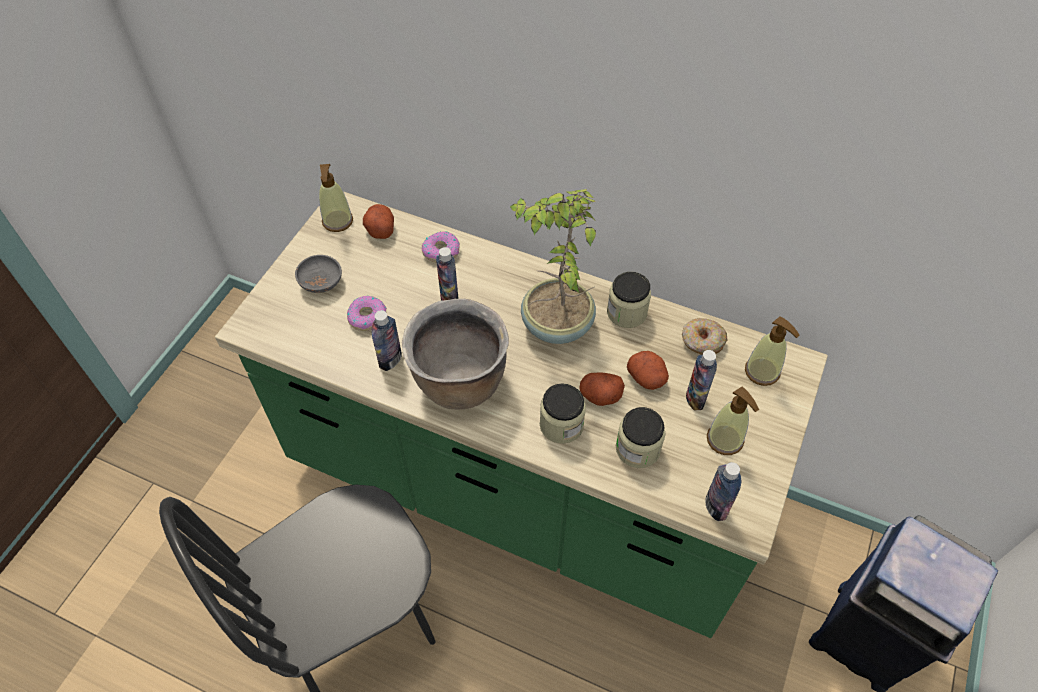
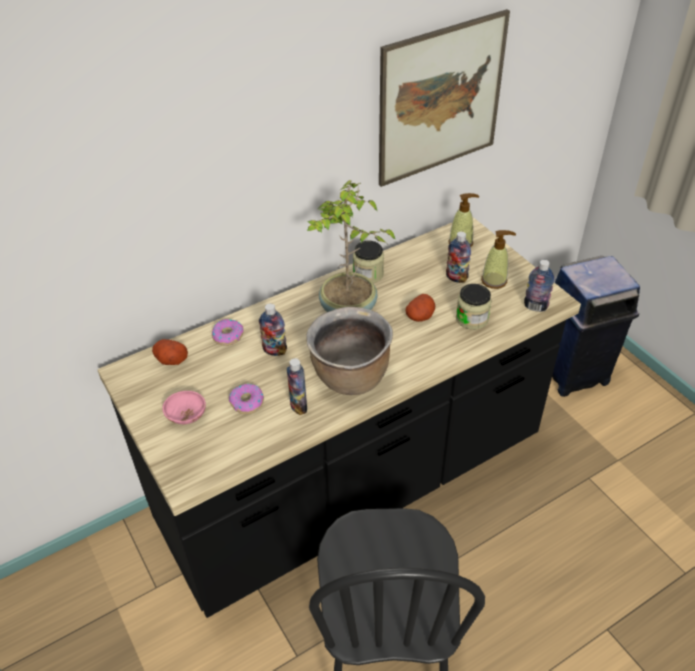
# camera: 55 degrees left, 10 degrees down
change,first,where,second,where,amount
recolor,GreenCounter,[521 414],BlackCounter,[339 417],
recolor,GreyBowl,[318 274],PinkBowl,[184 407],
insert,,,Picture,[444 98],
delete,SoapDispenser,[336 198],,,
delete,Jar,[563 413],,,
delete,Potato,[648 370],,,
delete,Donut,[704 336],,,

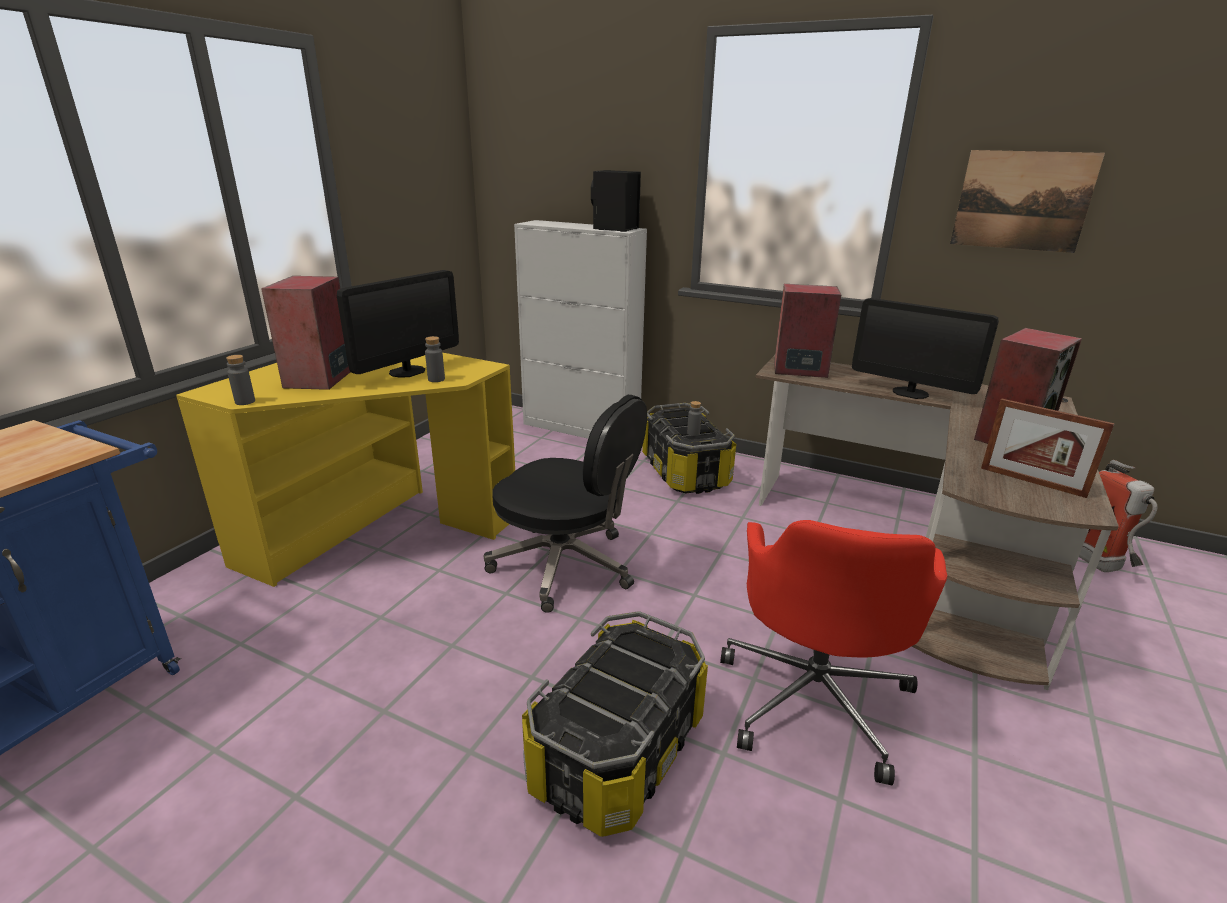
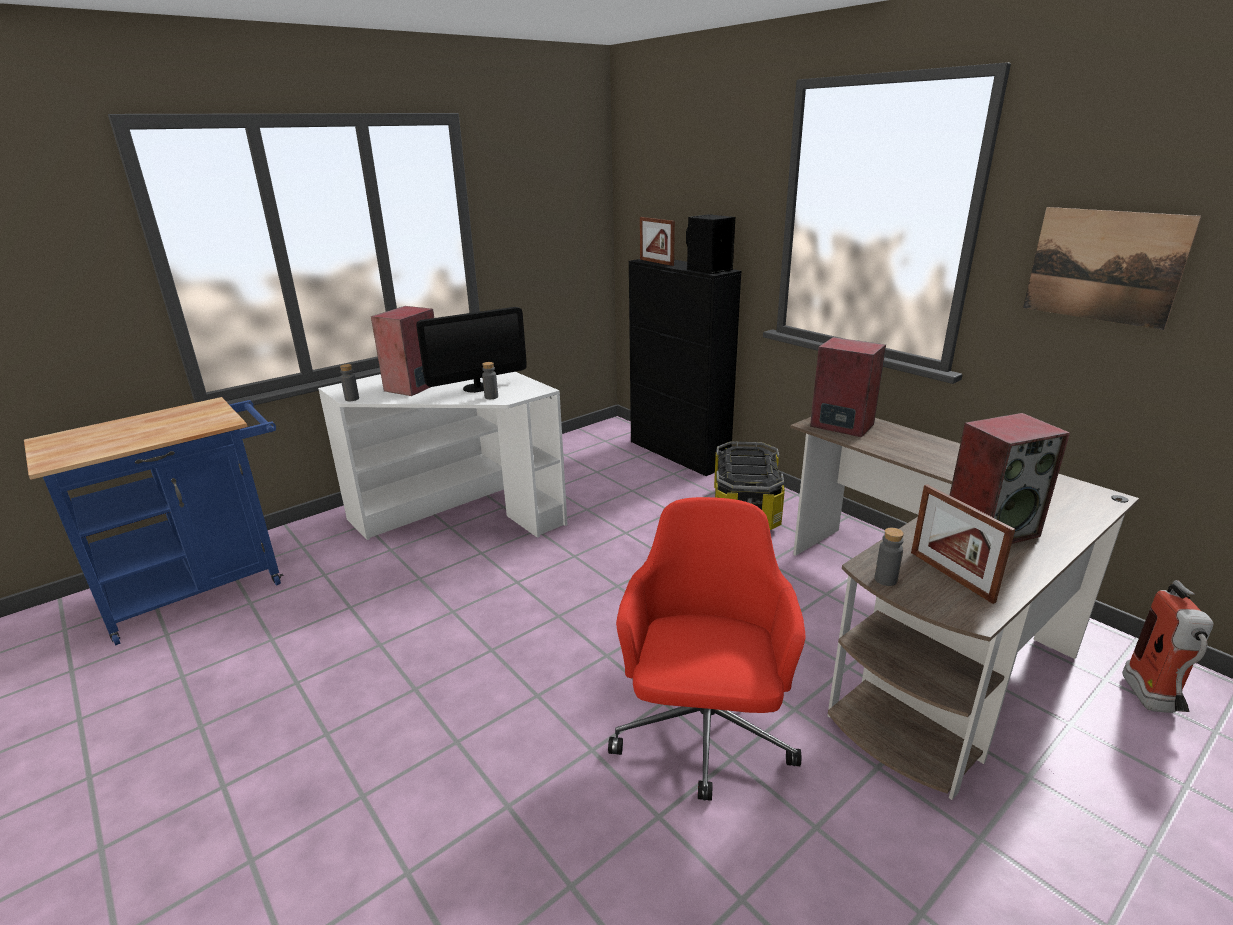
# camera: 25 degrees right, 0 degrees up
change,first,where,second,where,amount
recolor,YellowDesk,[345 470],WhiteDesk,[442 456],
rotate,RedOfficeChair,[833 652],,[707 649],150 degrees clockwise
recolor,WhiteCabinet,[580 329],BlackCabinet,[685 367],
insert,,,PictureFrame,[657 241],
move,GreyBottle,[694 418],,[889 557],
delete,BlackOfficeChair,[565 504],,,
delete,StorageBox,[615 724],,,
delete,Monitor,[925 348],,,

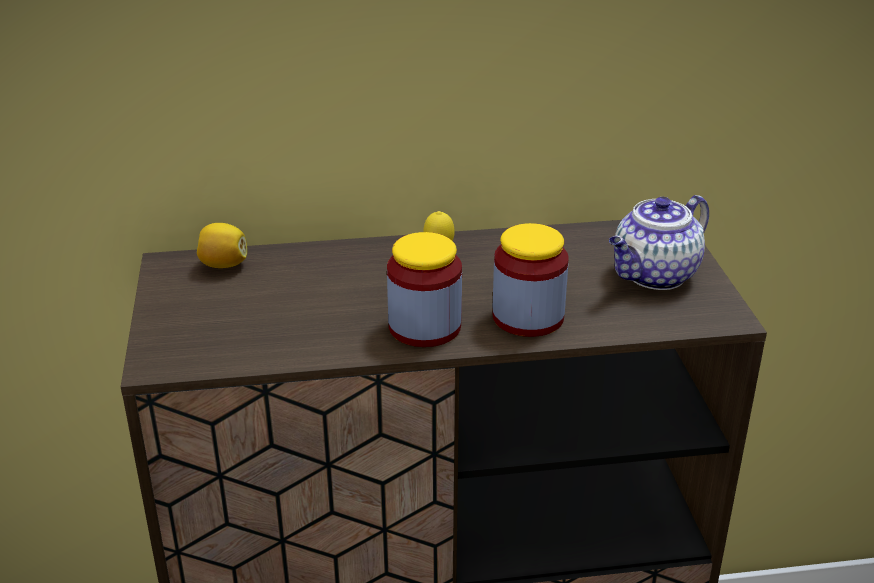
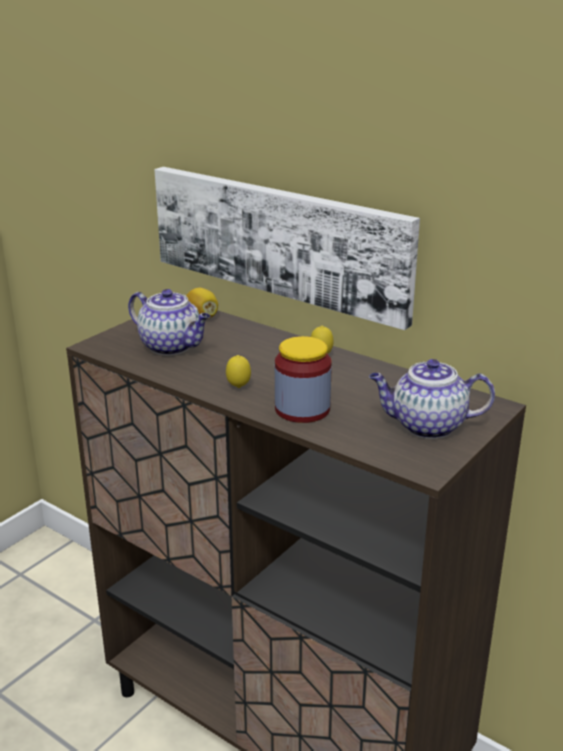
# camera: 45 degrees right, 5 degrees down
change,first,where,second,where,amount
insert,,,Teapot,[169 322],
insert,,,Picture,[287 248],
replace,Jar,[424 289],Lemon,[238 371],

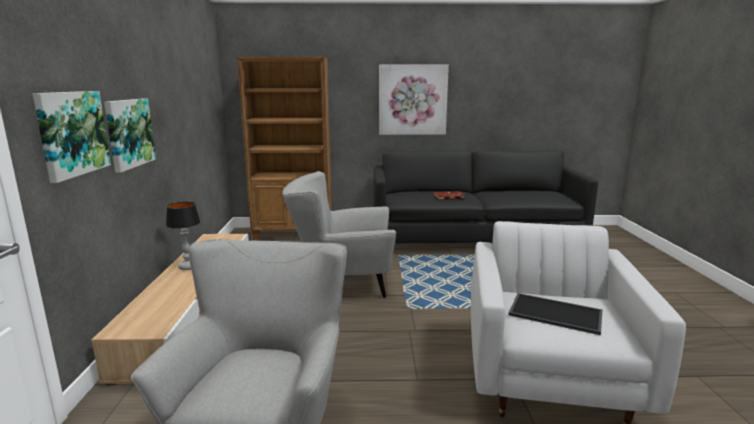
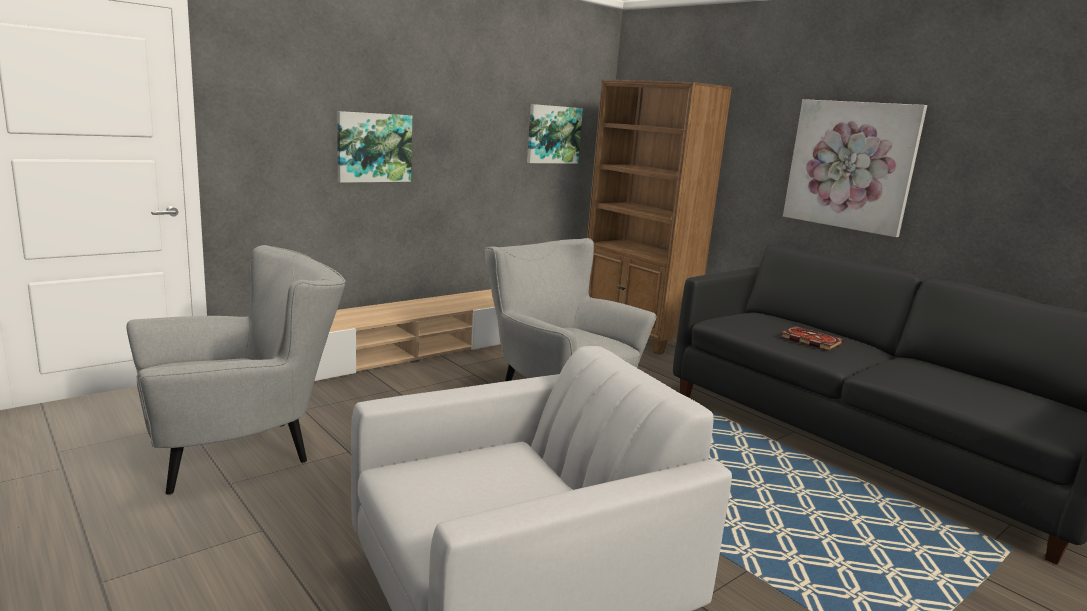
# camera: 50 degrees right, 0 degrees up
change,first,where,second,where,amount
move,Picture,[71 137],,[555 134],
delete,TableLamp,[183 236],,,
delete,Tray,[556 314],,,

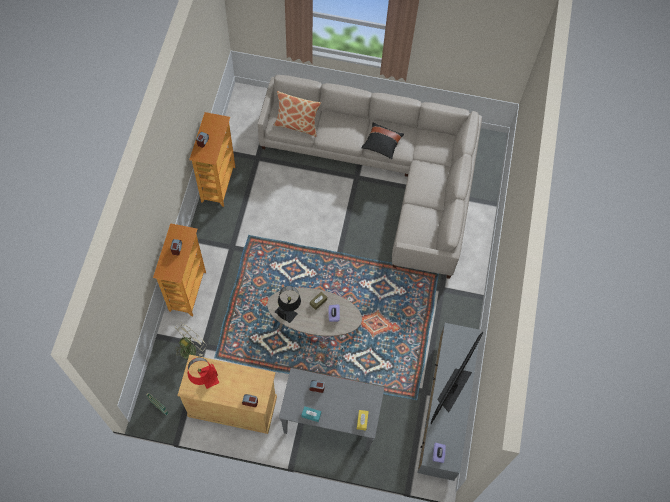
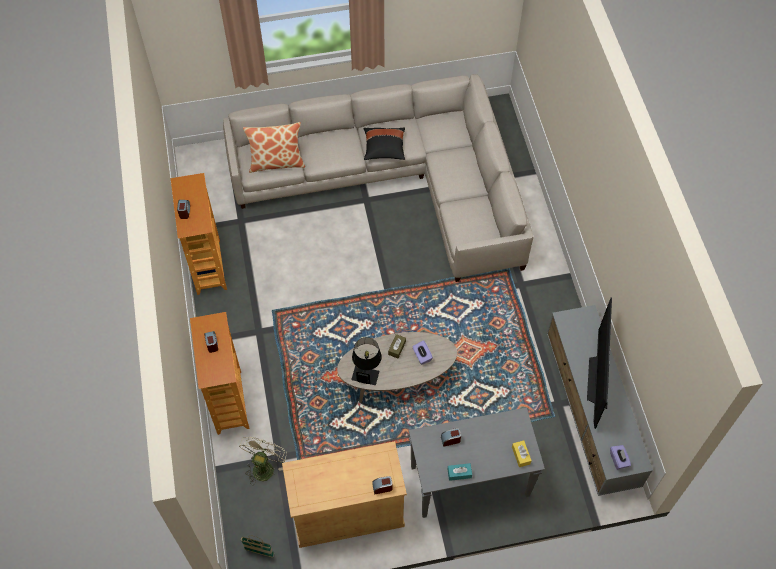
# camera: 20 degrees left, 5 degrees down
change,first,where,second,where,amount
delete,RedTableLamp,[203 373],,,

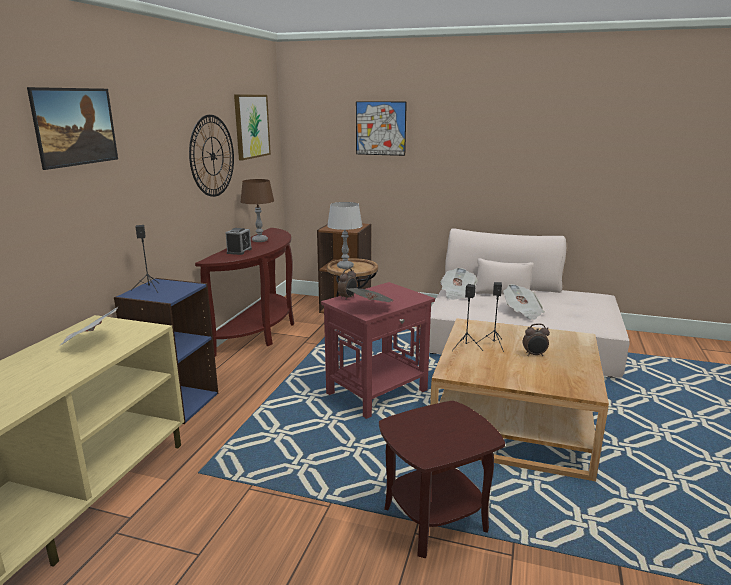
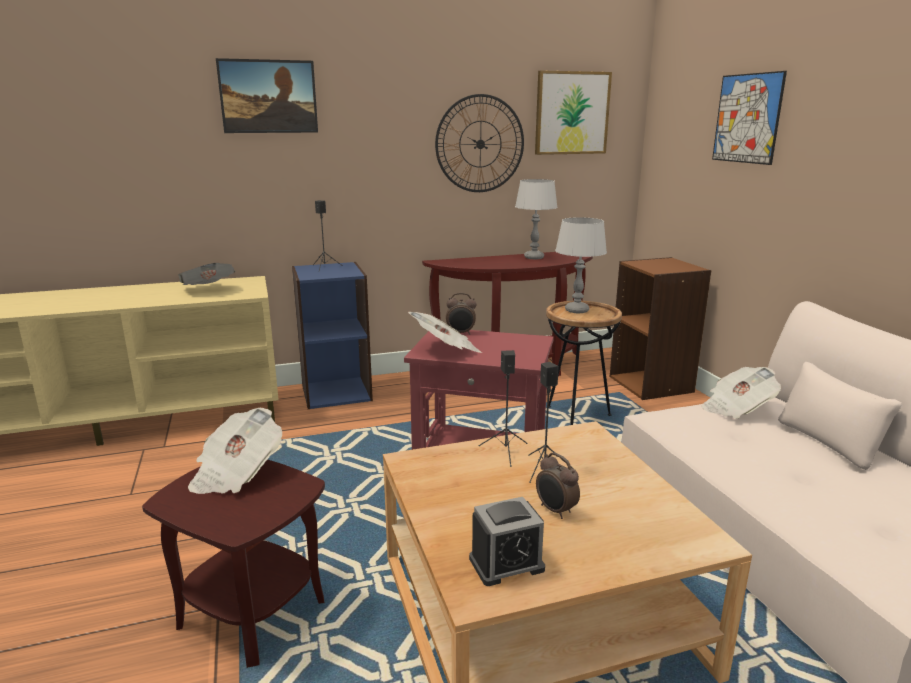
# camera: 55 degrees right, 0 degrees up
change,first,where,second,where,amount
move,Newspaper,[524 302],,[235 451],
move,AlarmClock,[238 241],,[507 541],
recolor,BrownTableLamp,[257 210],GreyTableLamp,[536 219],

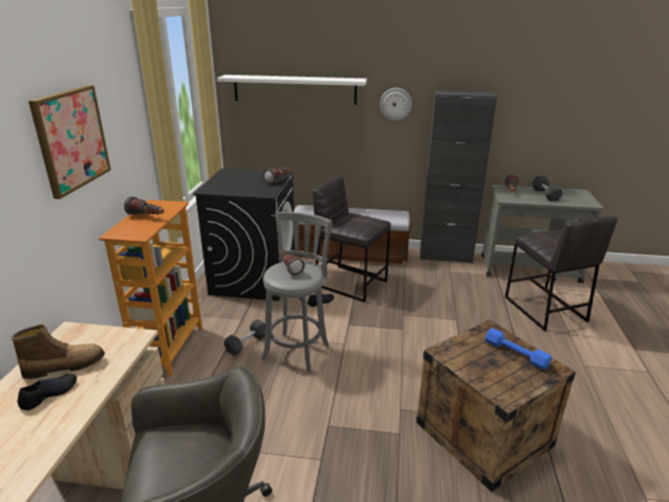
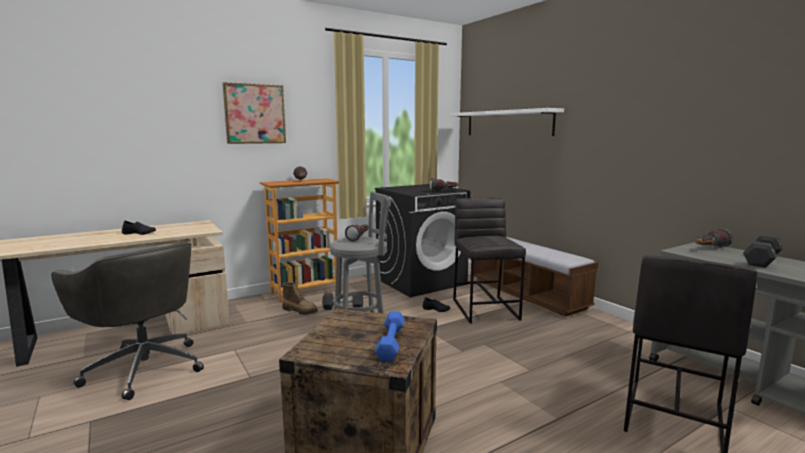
# camera: 50 degrees right, 15 degrees down
change,first,where,second,where,amount
move,Boot,[58 352],,[300 298],
delete,WallClock,[396 104],,,
delete,BlackCabinet,[458 176],,,

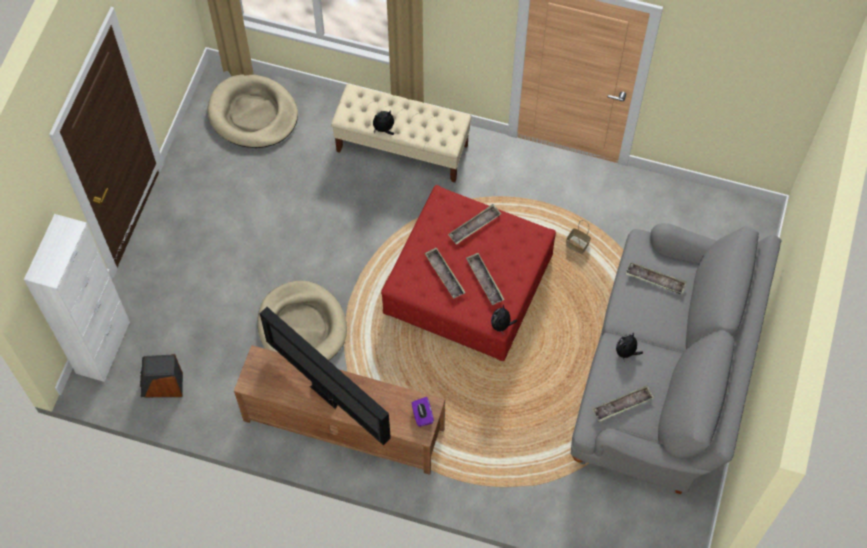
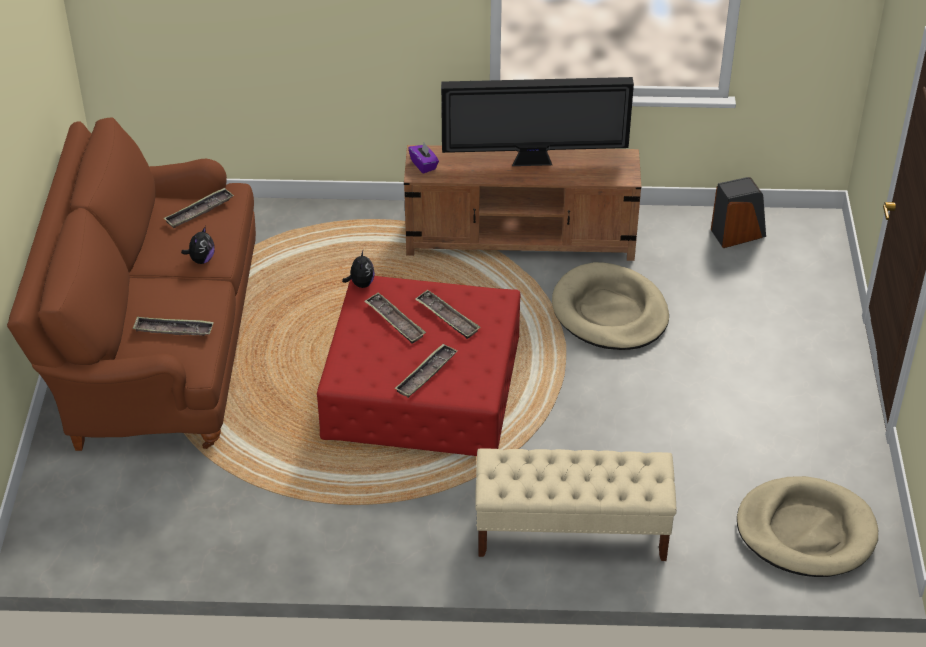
# camera: 165 degrees right, 20 degrees down
change,first,where,second,where,amount
recolor,GreySofa,[676 358],BrownSofa,[131 284],
rotate,Television,[325 376],,[537 121],150 degrees clockwise
delete,WhiteCabinet,[77 298],,,
delete,PlushToy,[383 122],,,
delete,Basket,[578 237],,,

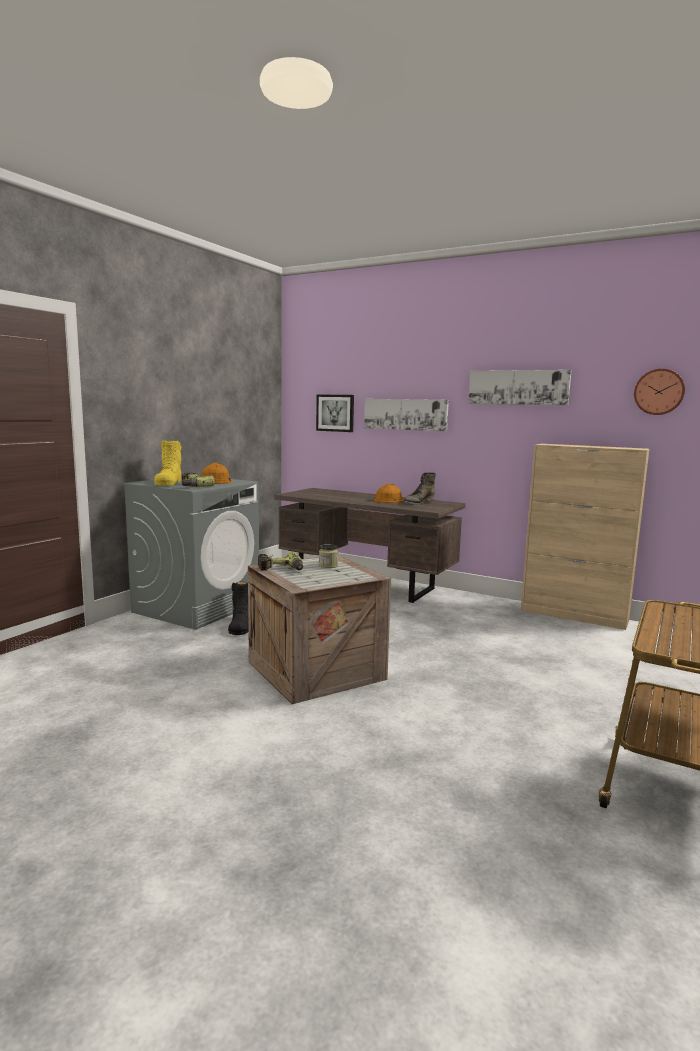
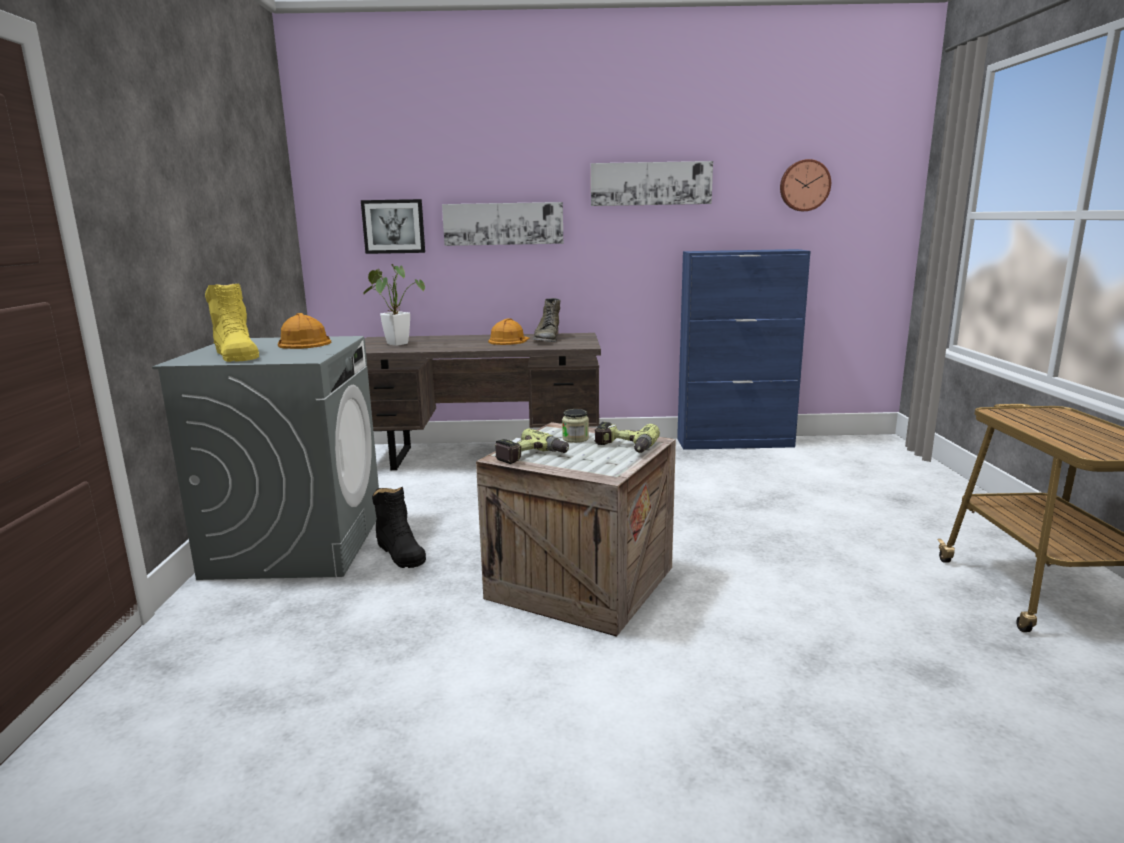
# camera: 30 degrees left, 5 degrees up
change,first,where,second,where,amount
insert,,,PottedPlant,[394 305],
move,PowerDrill,[198 480],,[627 437],
recolor,BeigeCabinet,[585 537],BlueCabinet,[744 349],

